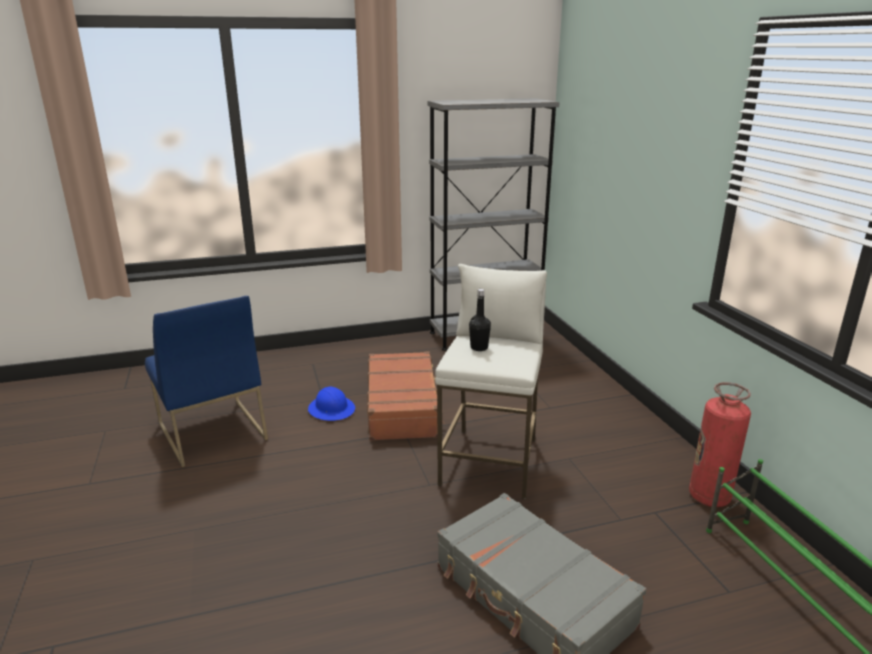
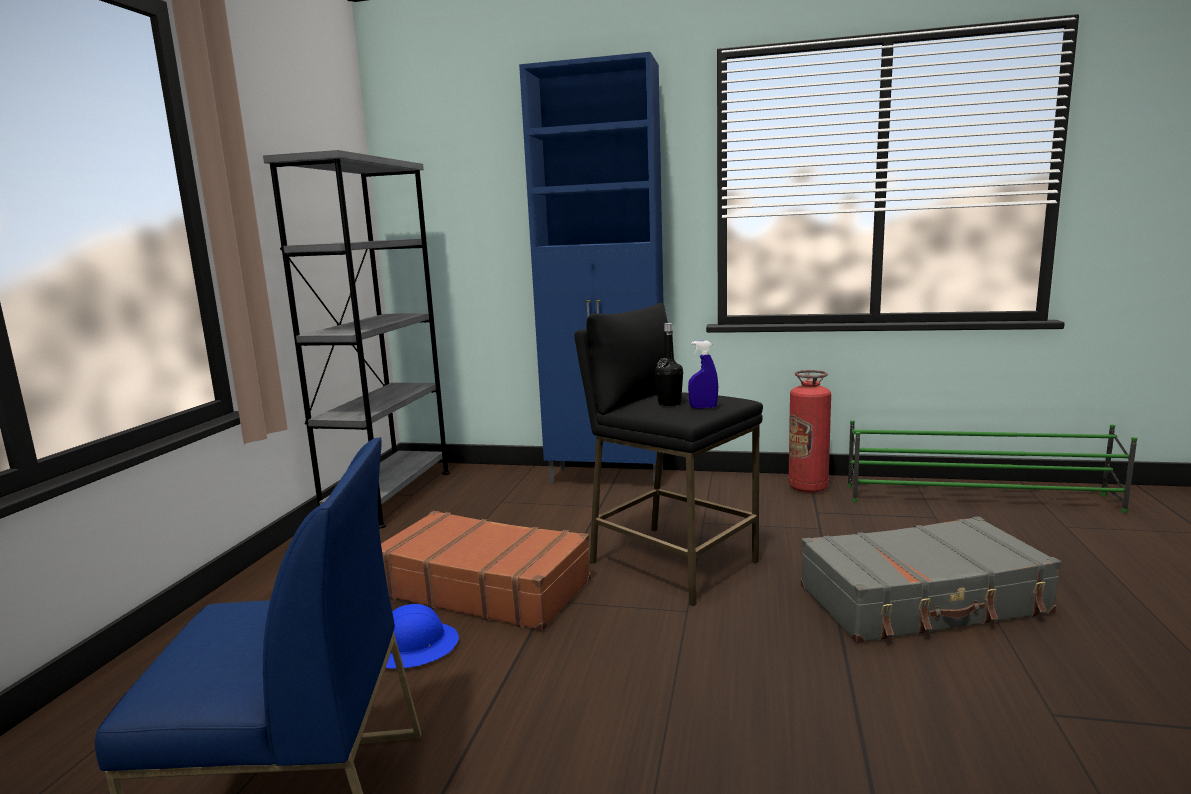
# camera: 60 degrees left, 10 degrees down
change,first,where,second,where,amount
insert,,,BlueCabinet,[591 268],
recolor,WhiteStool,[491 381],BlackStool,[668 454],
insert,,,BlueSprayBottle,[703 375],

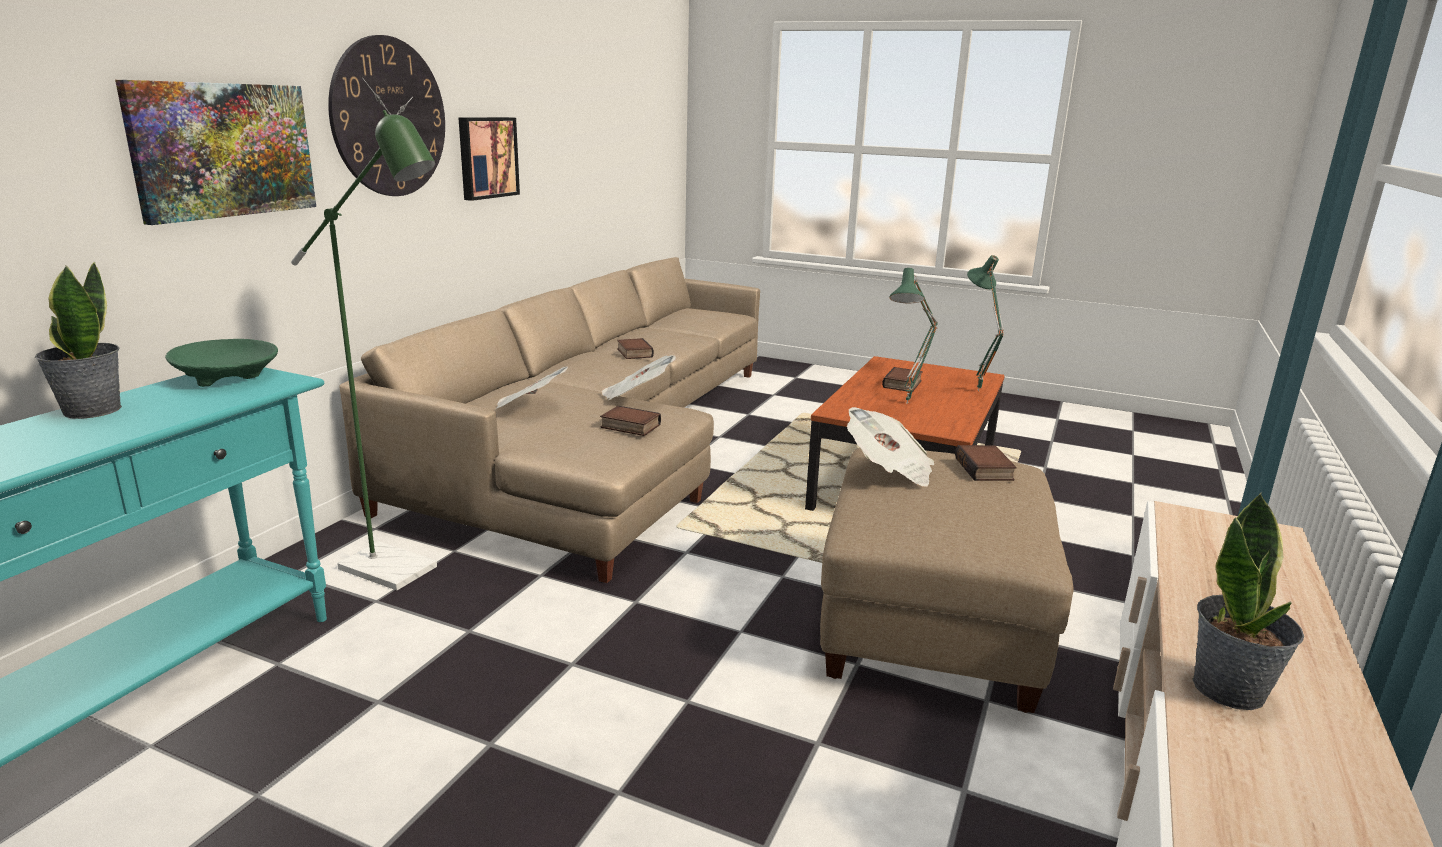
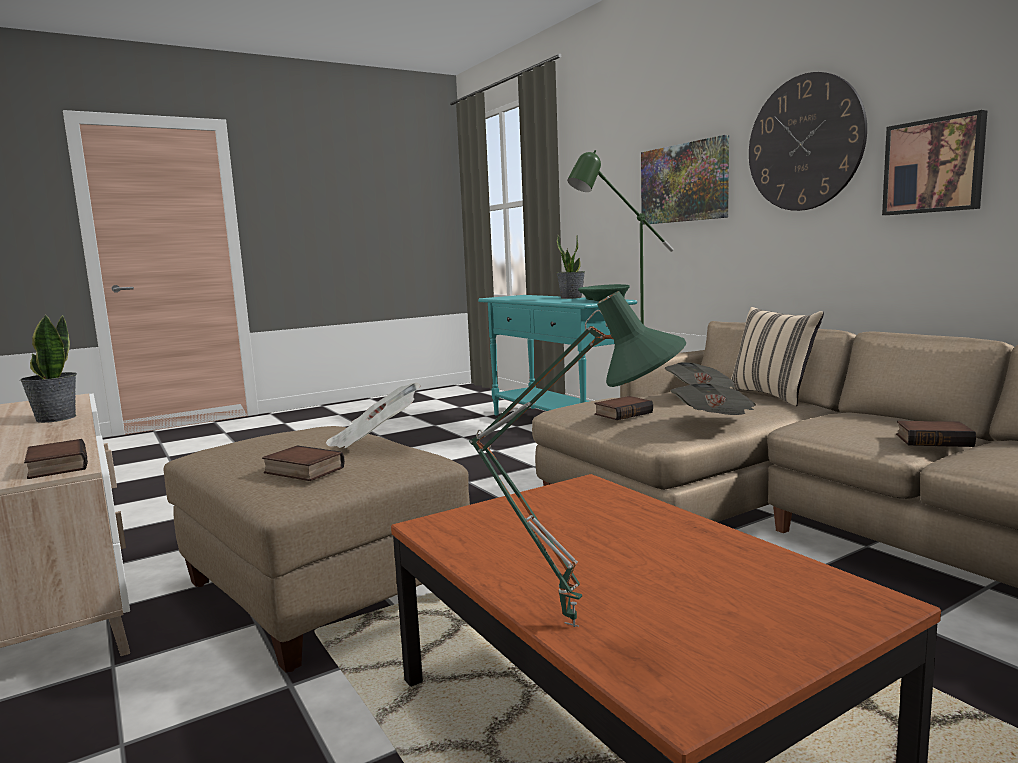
# camera: 125 degrees right, 10 degrees down
change,first,where,second,where,amount
move,Book,[902 379],,[56 459],
insert,,,BeigePillow,[777 356],
delete,GreenTableLamp,[913 336],,,

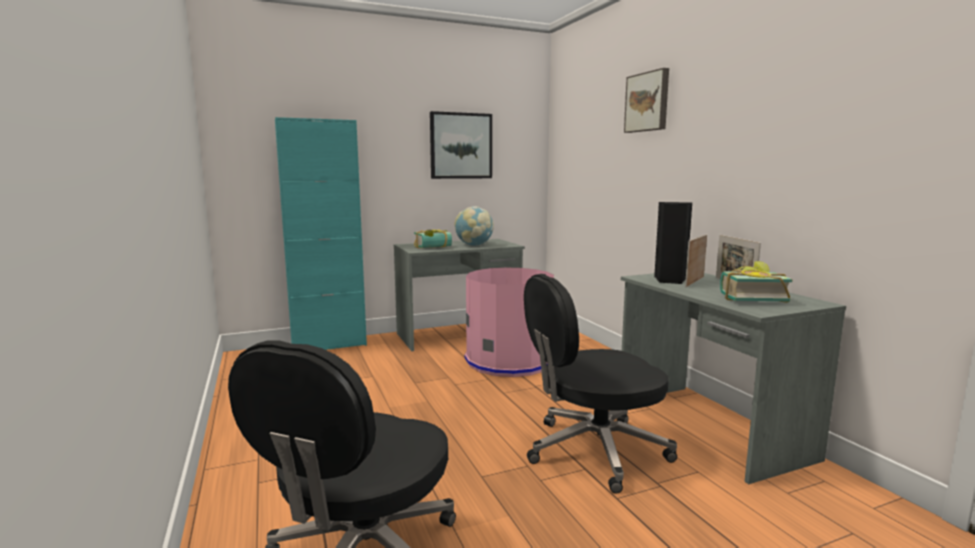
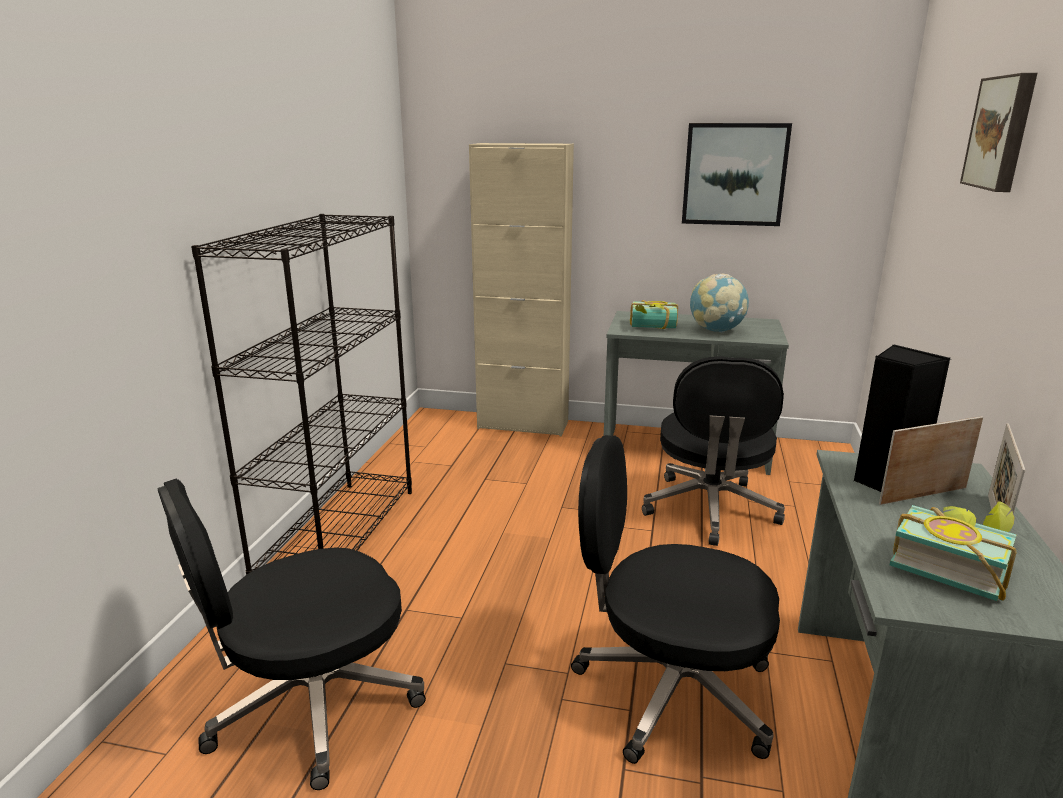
# camera: 35 degrees right, 10 degrees up
change,first,where,second,where,amount
insert,,,BlackBookcase,[301 394],
recolor,TurquoiseCabinet,[321 233],BeigeCabinet,[521 289],
replace,PinkTrashCan,[509 322],BlackOfficeChair,[713 451],

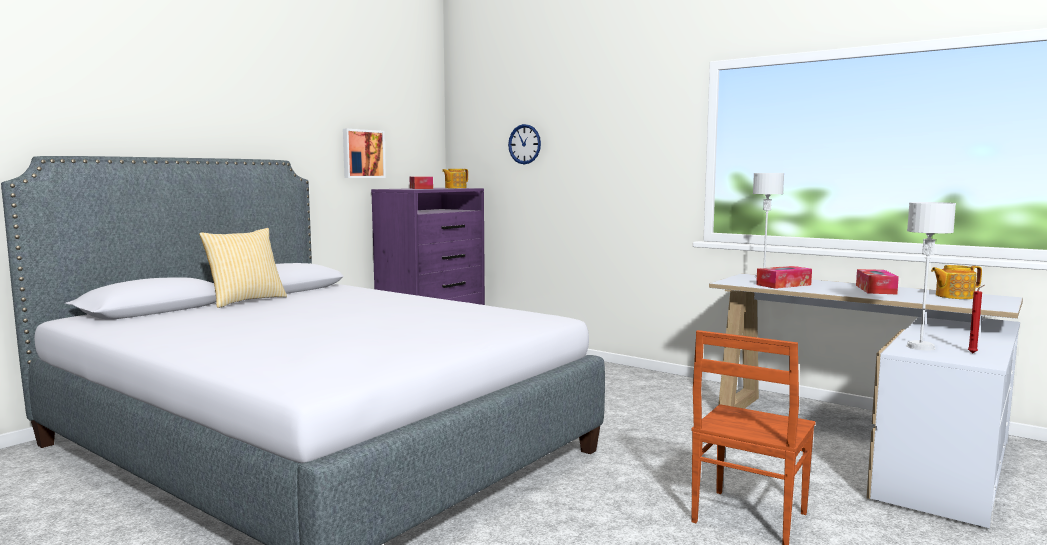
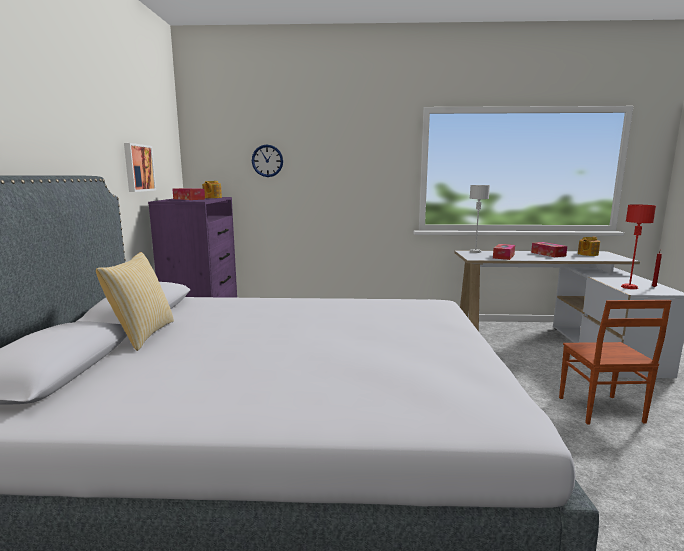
# camera: 35 degrees left, 5 degrees up
change,first,where,second,where,amount
recolor,GreyTableLamp,[931 276],RedTableLamp,[638 246],

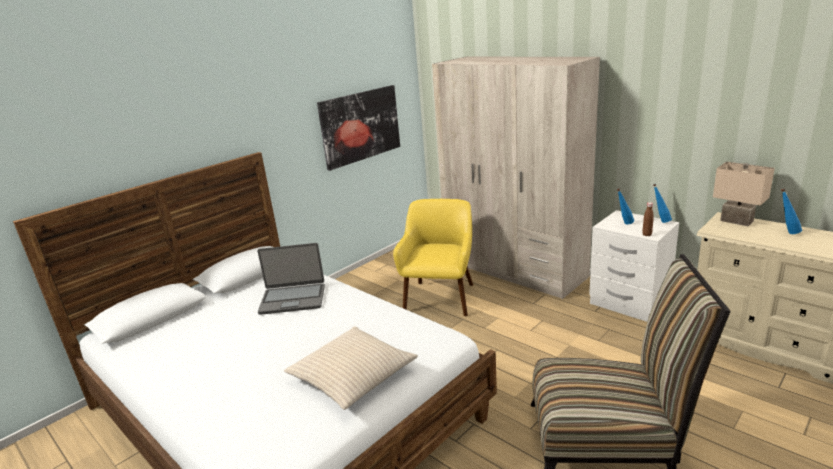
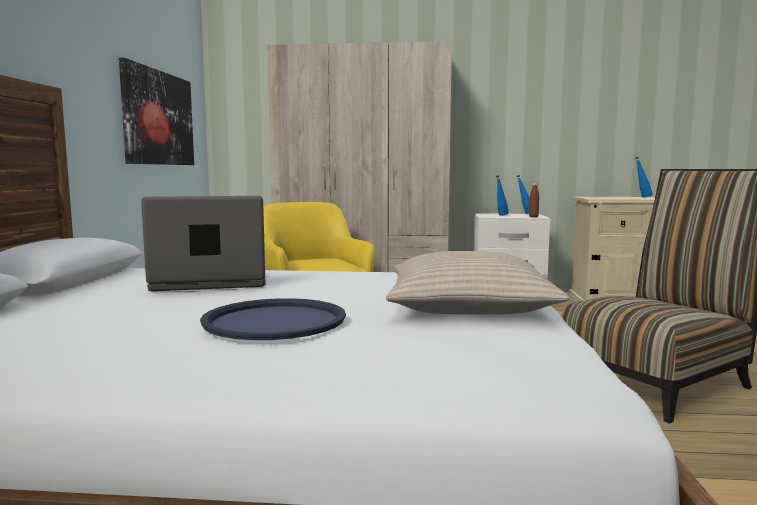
# camera: 40 degrees left, 15 degrees down
change,first,where,second,where,amount
rotate,Laptop,[291 279],,[203 243],150 degrees counterclockwise
insert,,,BlueTray,[273 319],
delete,BeigeTableLamp,[744 194],,,

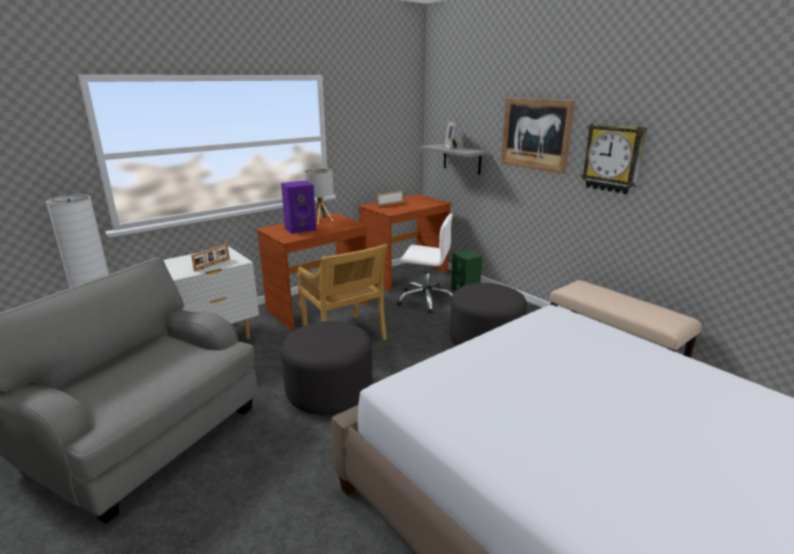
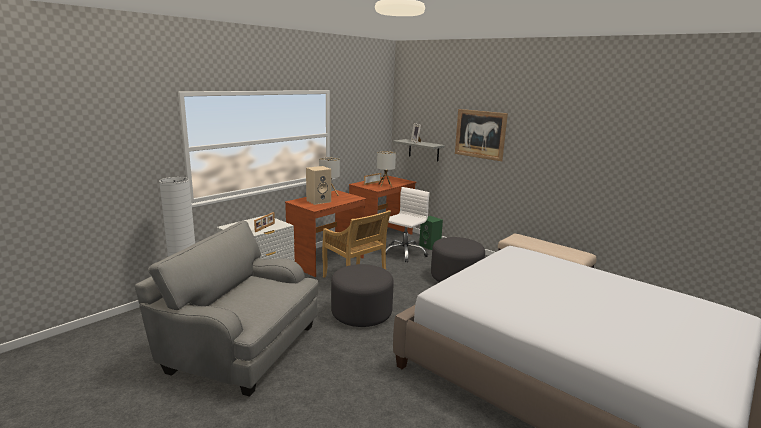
# camera: 10 degrees left, 5 degrees down
change,first,where,second,where,amount
recolor,PurpleSpeaker,[298 207],BeigeSpeaker,[318 185],
insert,,,TableLamp,[386 169],
rotate,WhiteOfficeChair,[424 263],,[408 224],60 degrees counterclockwise
delete,WallClock,[614 158],,,

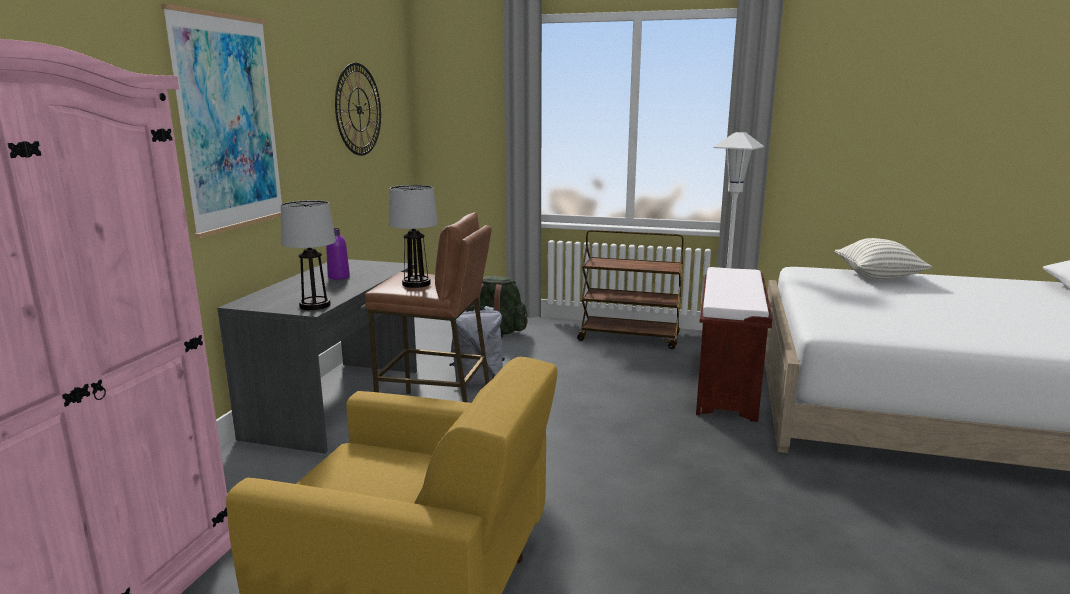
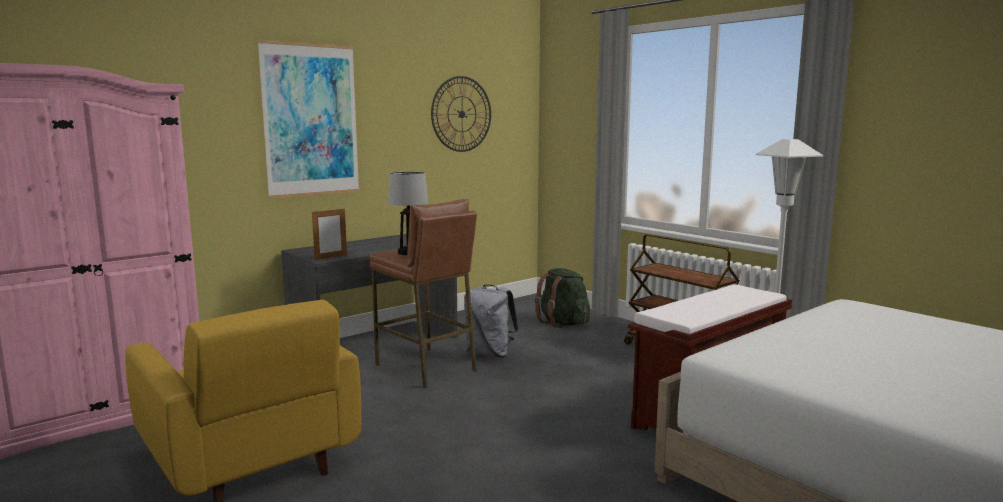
# camera: 35 degrees right, 5 degrees down
change,first,where,second,where,amount
replace,TableLamp,[308 255],PictureFrame,[329 233],
delete,PurpleBottle,[338 254],,,
delete,Pillow,[883 259],,,

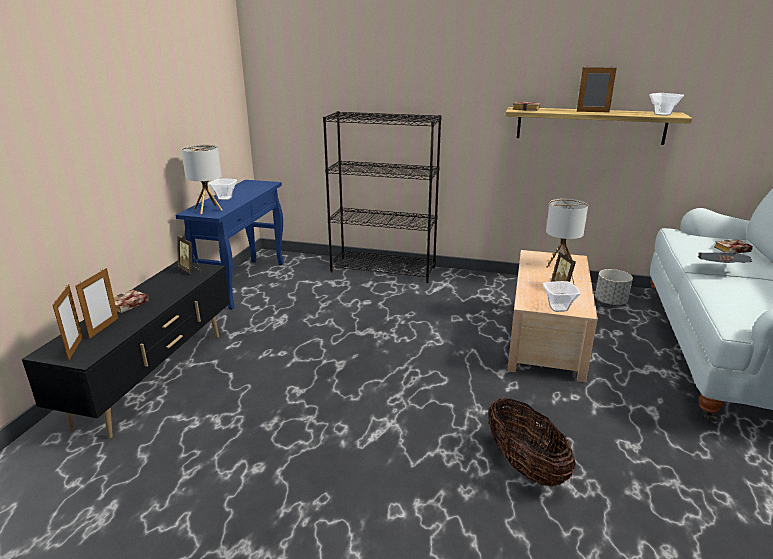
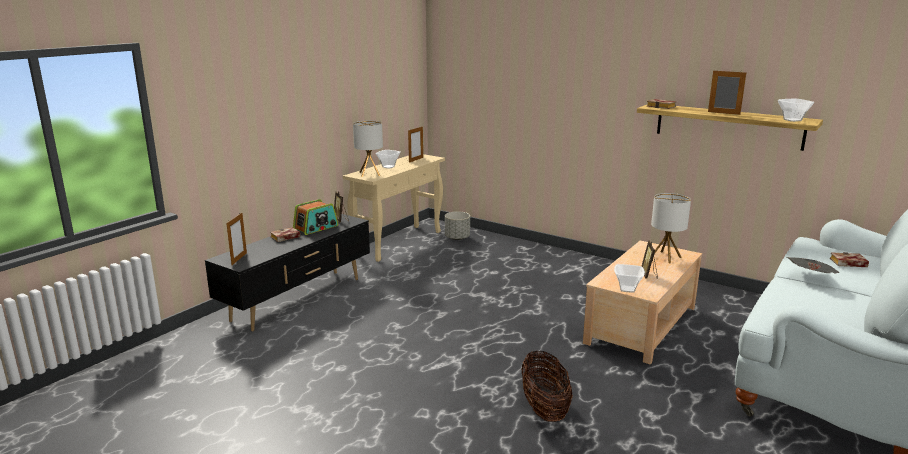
# camera: 20 degrees right, 5 degrees down
change,first,where,second,where,amount
insert,,,Radio,[315 217],
recolor,BlueConsoleTable,[230 245],BeigeConsoleTable,[394 208],
move,PictureFrame,[97 303],,[415 144],
move,GreyPlanter,[614 287],,[457 225],
delete,BlackBookcase,[382 197],,,

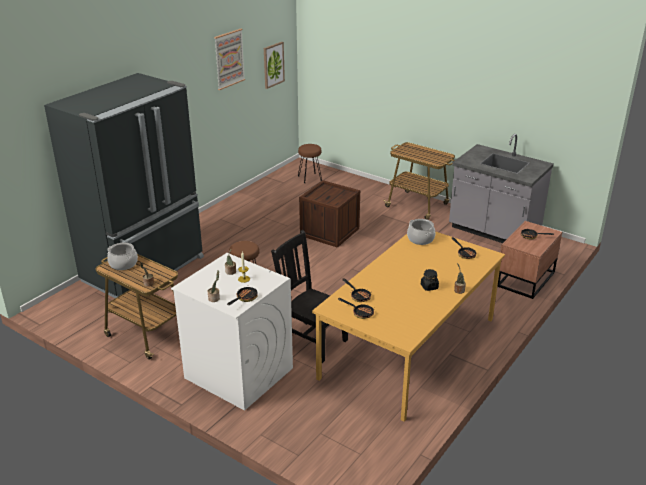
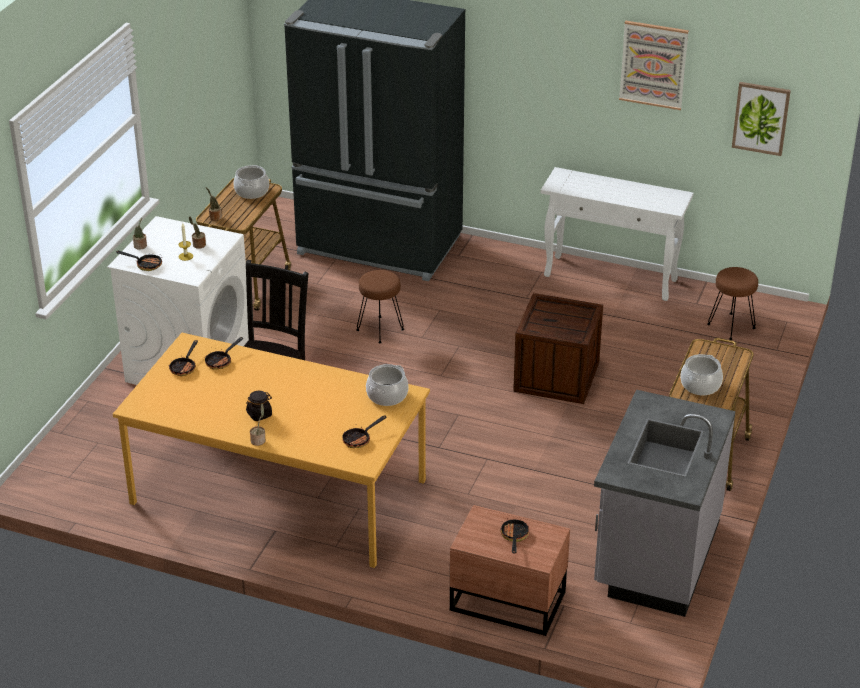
# camera: 75 degrees right, 5 degrees up
change,first,where,second,where,amount
insert,,,WhiteConsoleTable,[617 234],
insert,,,CookingPot,[701 374],

